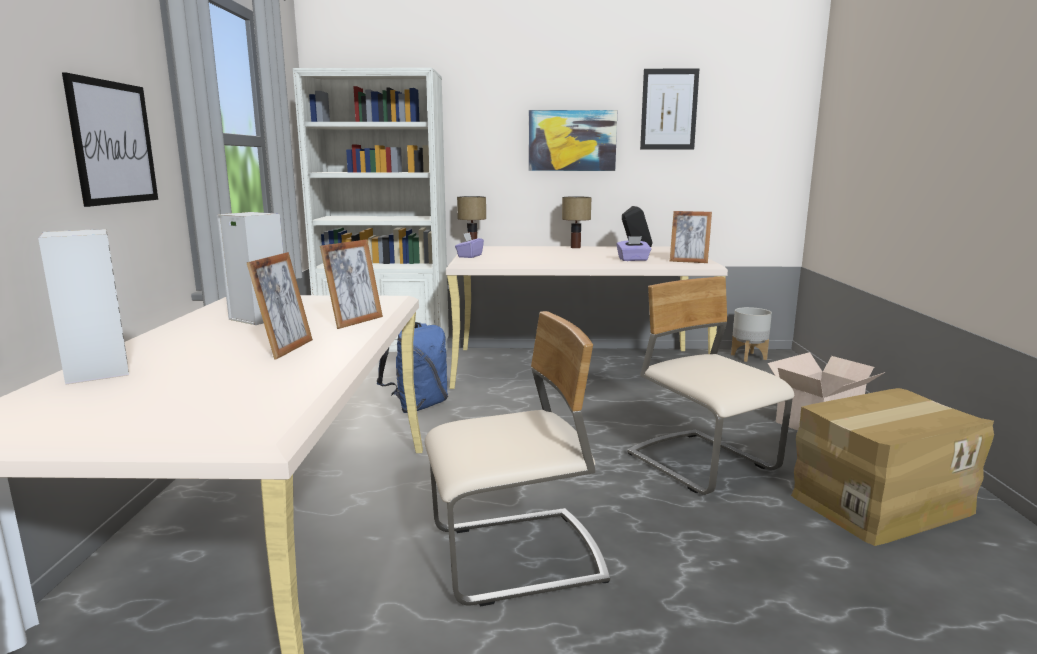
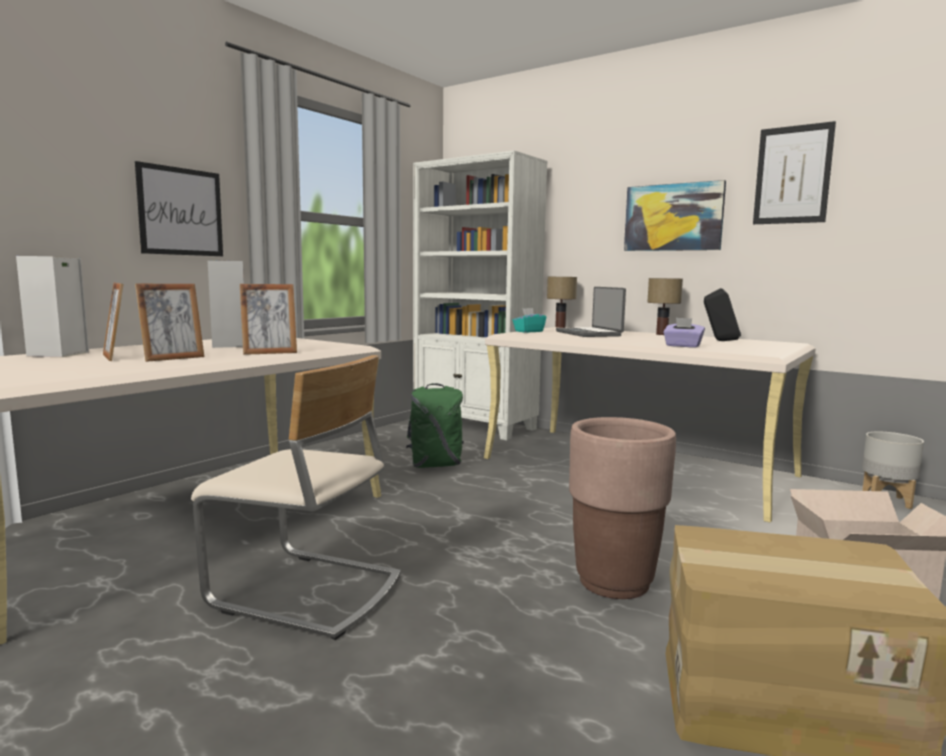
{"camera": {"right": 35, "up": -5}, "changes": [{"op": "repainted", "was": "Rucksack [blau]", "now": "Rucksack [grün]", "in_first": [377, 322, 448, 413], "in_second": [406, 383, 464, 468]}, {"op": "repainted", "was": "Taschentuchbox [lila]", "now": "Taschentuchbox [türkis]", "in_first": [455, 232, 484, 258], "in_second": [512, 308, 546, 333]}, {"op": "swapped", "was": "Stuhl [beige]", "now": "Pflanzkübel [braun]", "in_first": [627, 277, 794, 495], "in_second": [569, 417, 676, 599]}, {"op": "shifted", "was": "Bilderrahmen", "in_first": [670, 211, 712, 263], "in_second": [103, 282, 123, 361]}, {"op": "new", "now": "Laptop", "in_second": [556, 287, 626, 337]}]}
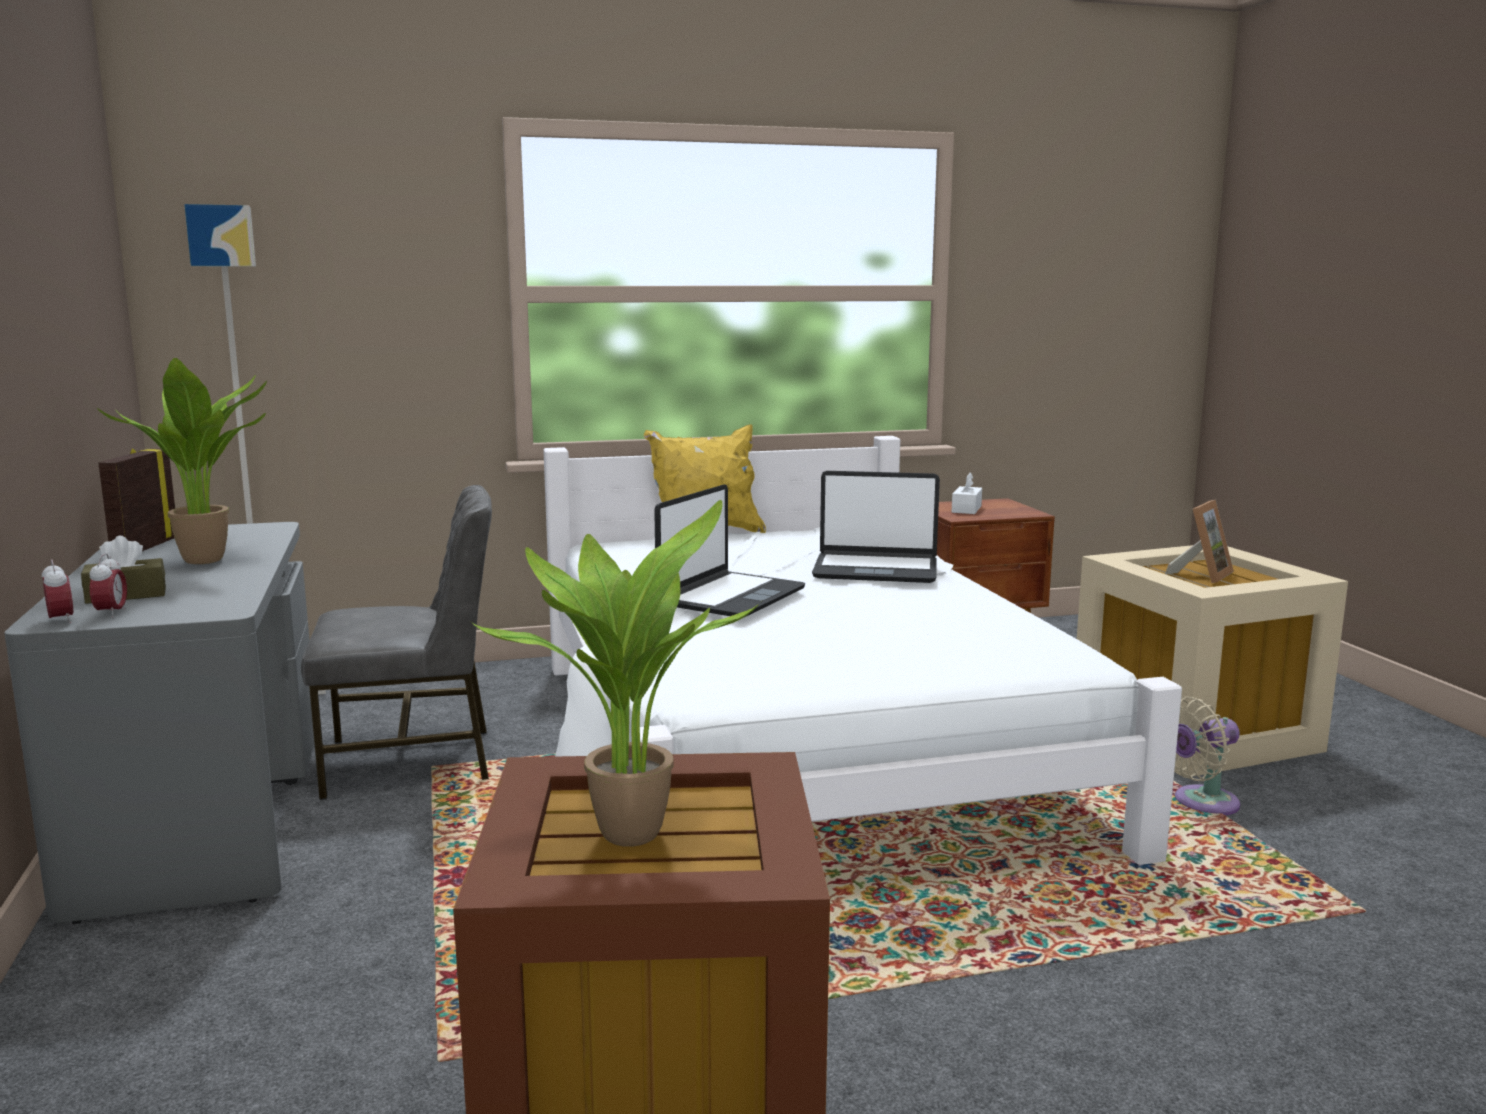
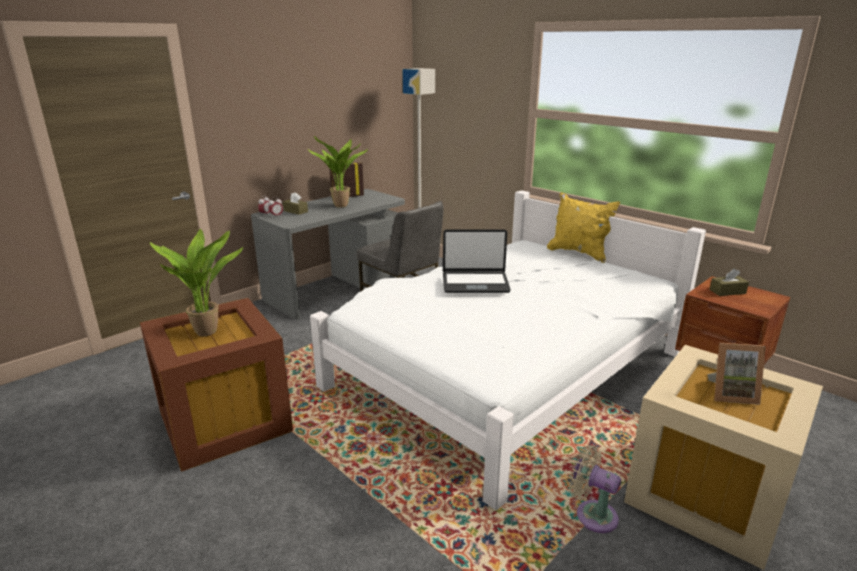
{"camera": {"right": 60, "up": 10}, "changes": [{"op": "gone", "was": "Laptop", "in_first": [812, 471, 940, 583]}, {"op": "repainted", "was": "Taschentuchbox [weiß]", "now": "Taschentuchbox [braun]", "in_first": [952, 472, 982, 514], "in_second": [710, 268, 749, 296]}]}
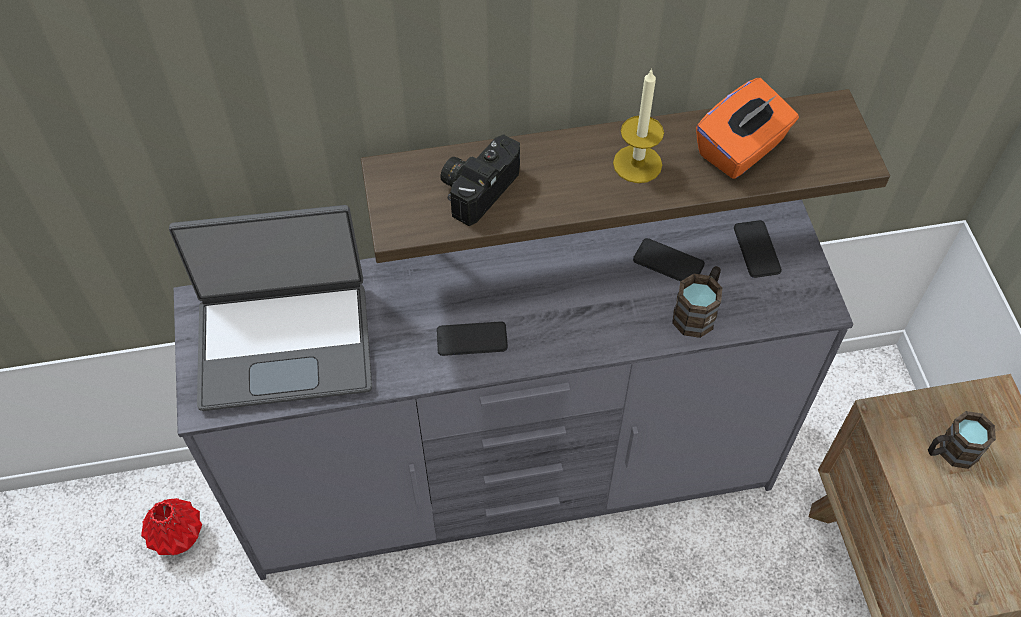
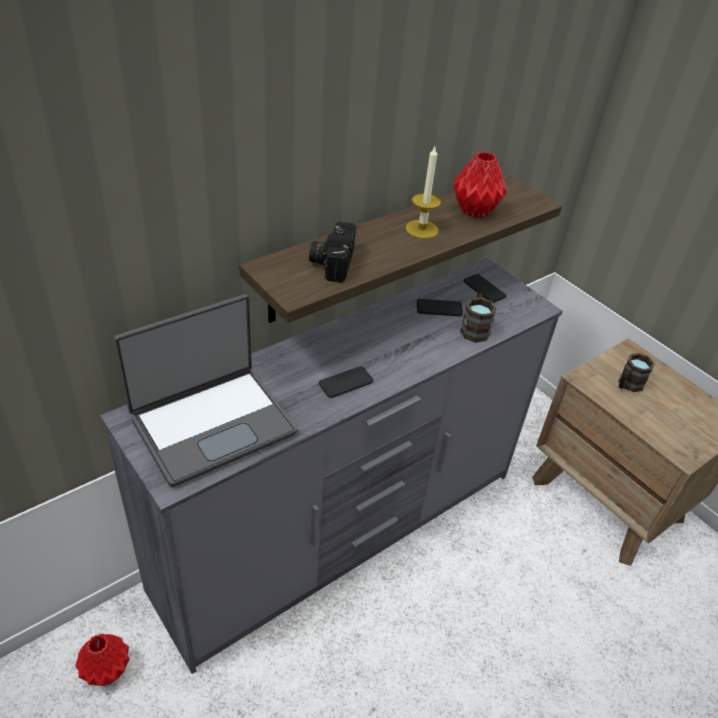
{"camera": {"right": -30, "up": -15}, "changes": [{"op": "swapped", "was": "Taschentuchbox [orange]", "now": "Vase [rot]", "in_first": [696, 78, 799, 179], "in_second": [453, 152, 507, 218]}]}
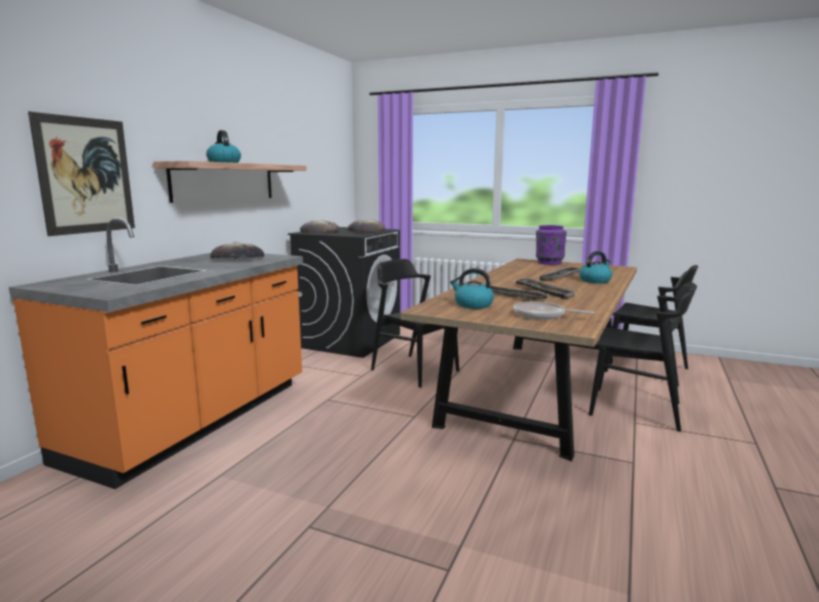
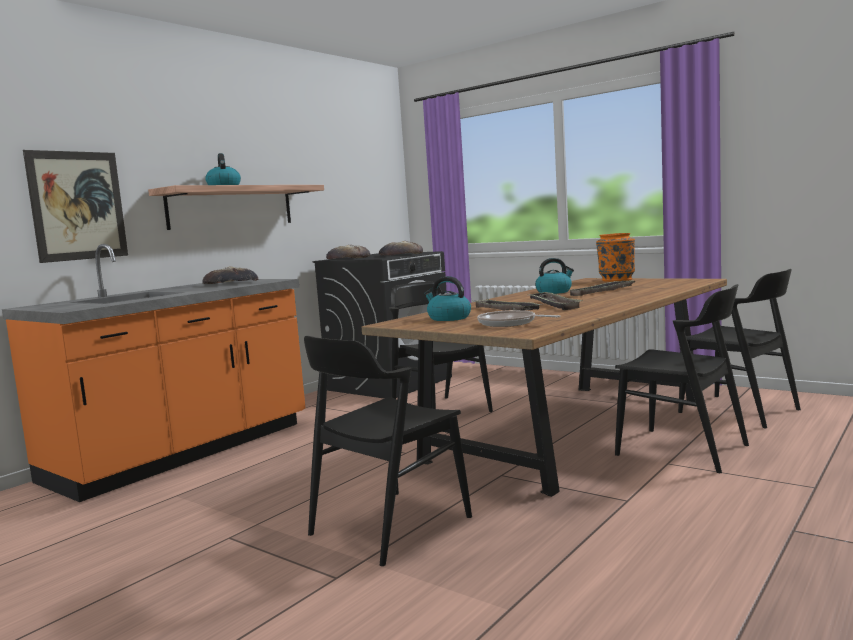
{"camera": {"right": 15, "up": -5}, "changes": [{"op": "repainted", "was": "Vase [lila]", "now": "Vase [orange]", "in_first": [536, 225, 567, 265], "in_second": [596, 233, 635, 282]}, {"op": "shifted", "was": "Wasserkessel", "in_first": [579, 251, 612, 283], "in_second": [535, 258, 574, 294]}, {"op": "new", "now": "Stuhl [schwarz]", "in_second": [304, 336, 472, 566]}]}
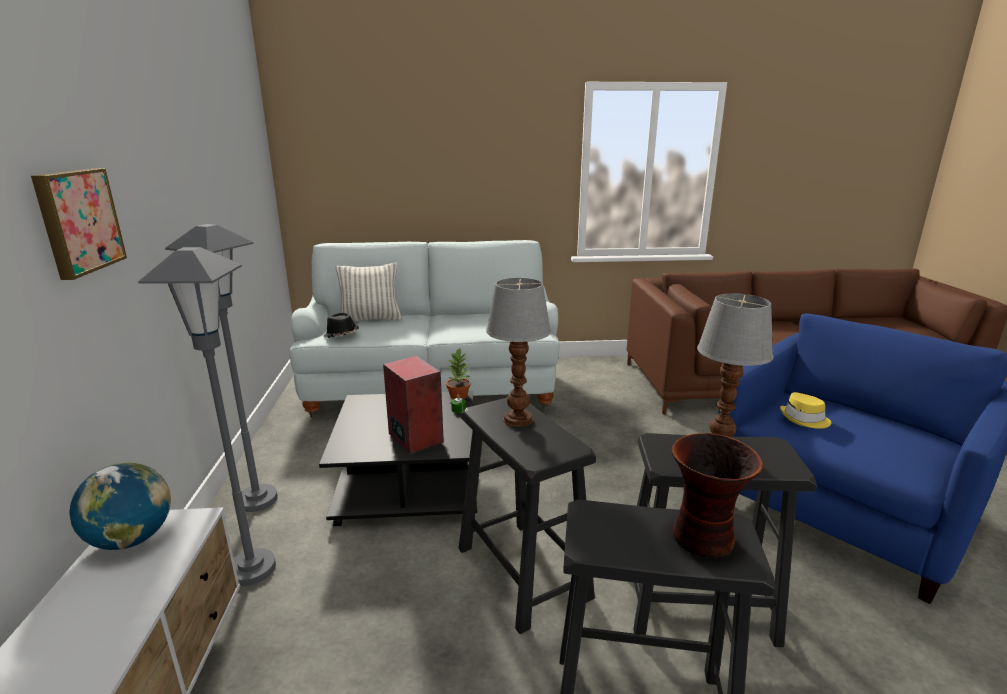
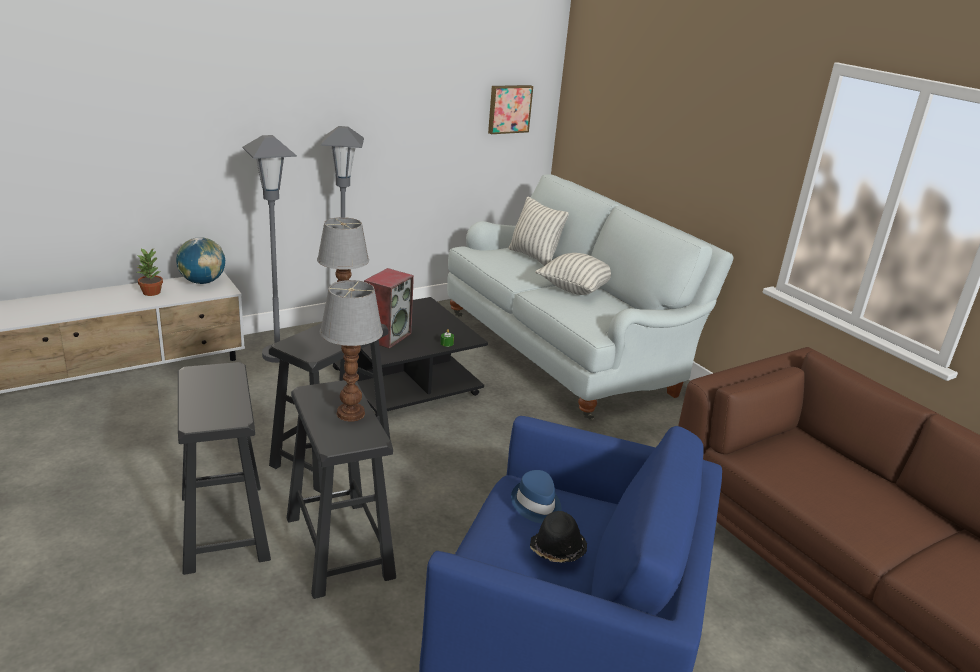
{"camera": {"right": 60, "up": 5}, "changes": [{"op": "shifted", "was": "Bild", "in_first": [31, 168, 127, 280], "in_second": [488, 85, 533, 134]}, {"op": "shifted", "was": "Hut [schwarz]", "in_first": [324, 313, 359, 338], "in_second": [530, 511, 587, 563]}, {"op": "shifted", "was": "Topfpflanze", "in_first": [446, 349, 471, 399], "in_second": [137, 248, 163, 296]}, {"op": "gone", "was": "Vase", "in_first": [671, 433, 763, 558]}, {"op": "repainted", "was": "Hut [gelb]", "now": "Hut [blau]", "in_first": [780, 392, 831, 429], "in_second": [511, 470, 562, 524]}, {"op": "new", "now": "Kissen", "in_second": [535, 253, 611, 295]}]}
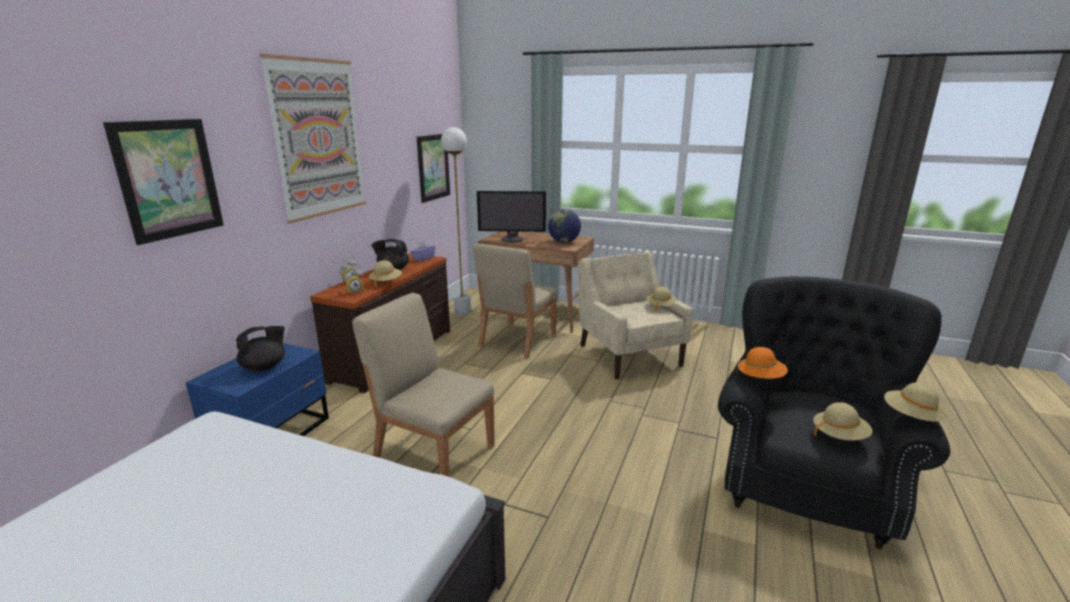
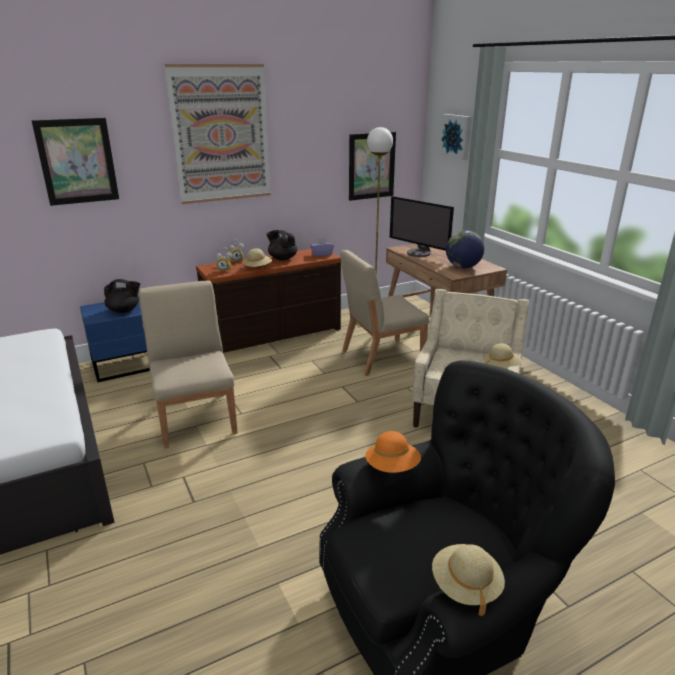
{"camera": {"right": 40, "up": 5}, "changes": [{"op": "gone", "was": "Hut [beige]", "in_first": [813, 402, 873, 440]}, {"op": "new", "now": "Bild", "in_second": [439, 114, 471, 160]}]}
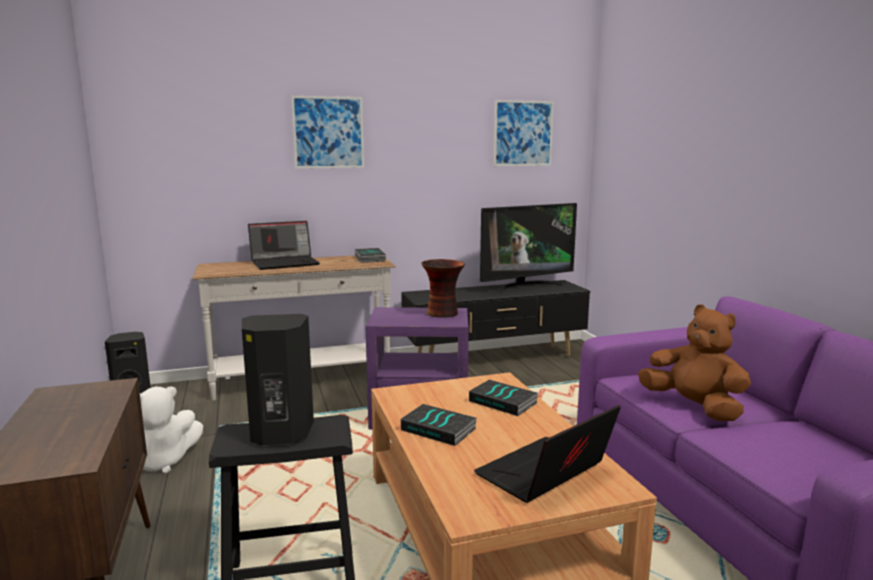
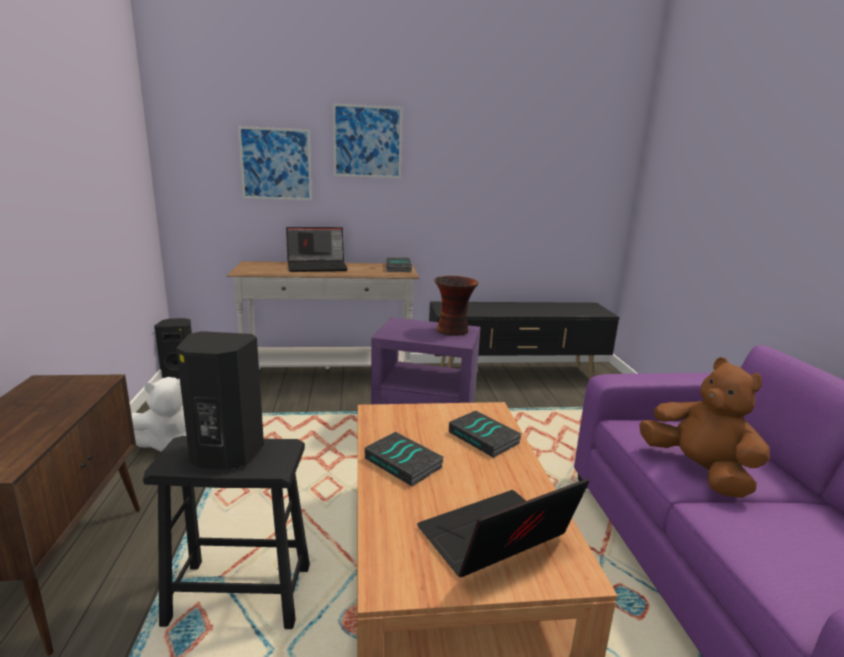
{"camera": {"right": 10, "up": 5}, "changes": [{"op": "gone", "was": "Fernseher", "in_first": [480, 203, 577, 293]}, {"op": "shifted", "was": "Bild", "in_first": [493, 100, 554, 166], "in_second": [238, 126, 312, 200]}]}
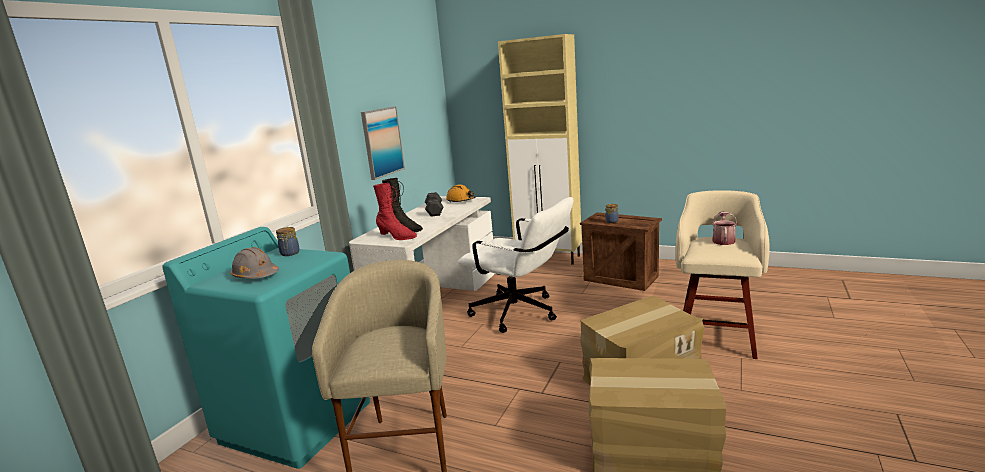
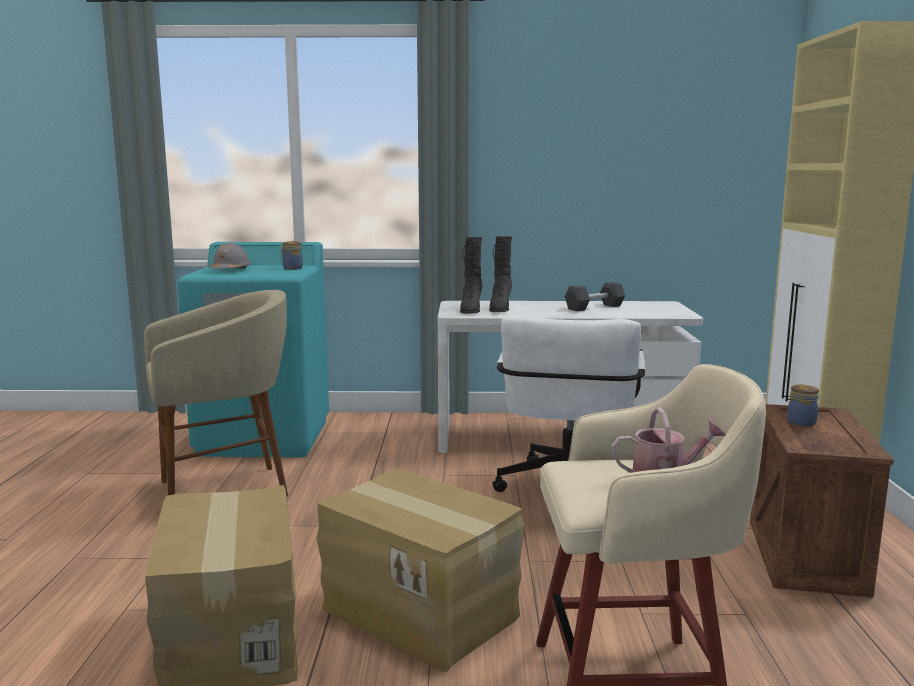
{"camera": {"right": 65, "up": -5}, "changes": [{"op": "gone", "was": "Bild", "in_first": [361, 106, 405, 180]}, {"op": "repainted", "was": "Stiefel [rot]", "now": "Stiefel [schwarz]", "in_first": [373, 183, 417, 240], "in_second": [460, 237, 482, 314]}, {"op": "gone", "was": "Schutzhelm [orange]", "in_first": [446, 184, 476, 203]}]}
